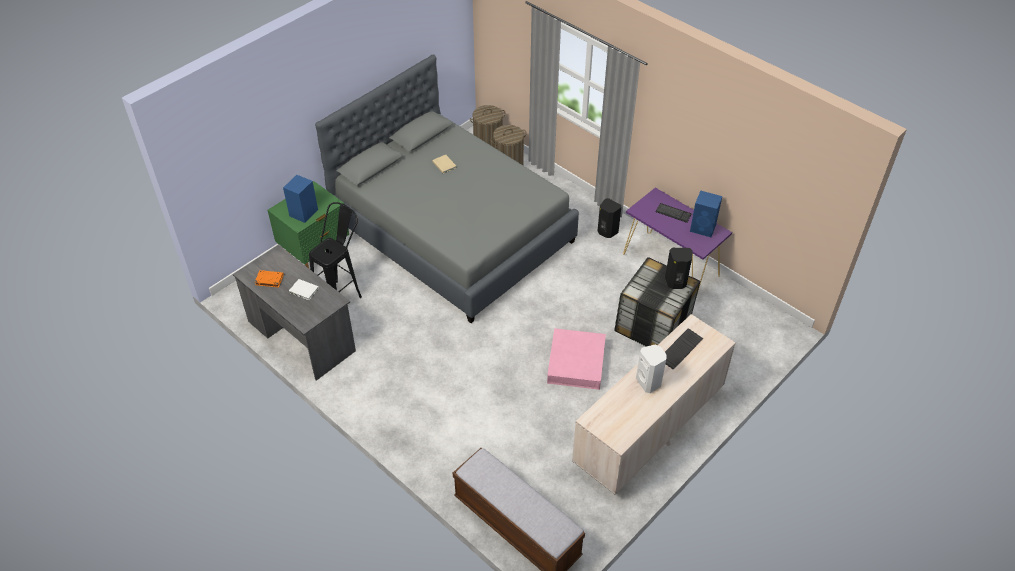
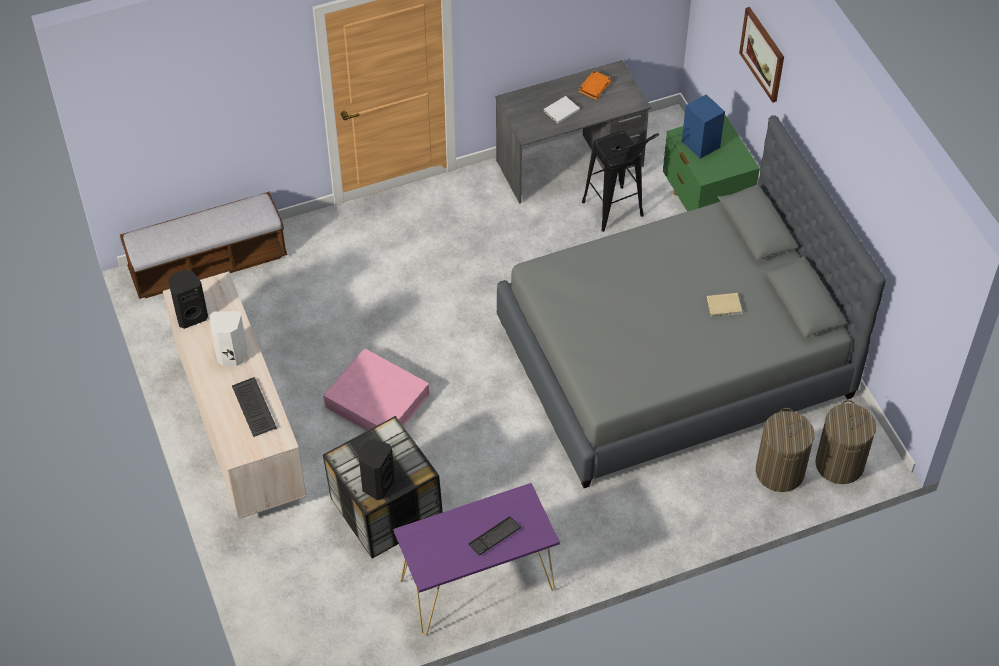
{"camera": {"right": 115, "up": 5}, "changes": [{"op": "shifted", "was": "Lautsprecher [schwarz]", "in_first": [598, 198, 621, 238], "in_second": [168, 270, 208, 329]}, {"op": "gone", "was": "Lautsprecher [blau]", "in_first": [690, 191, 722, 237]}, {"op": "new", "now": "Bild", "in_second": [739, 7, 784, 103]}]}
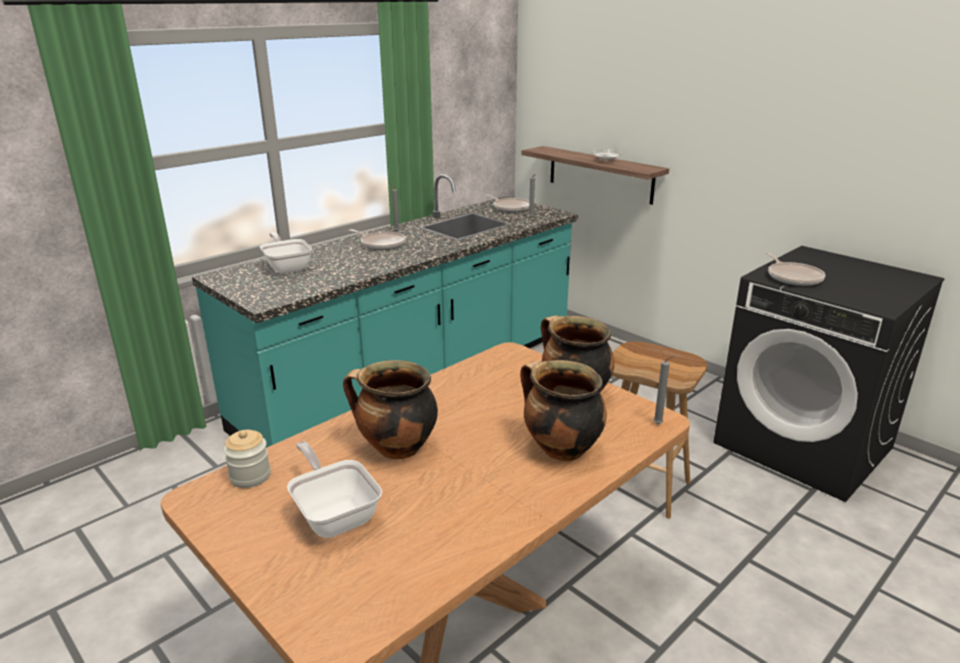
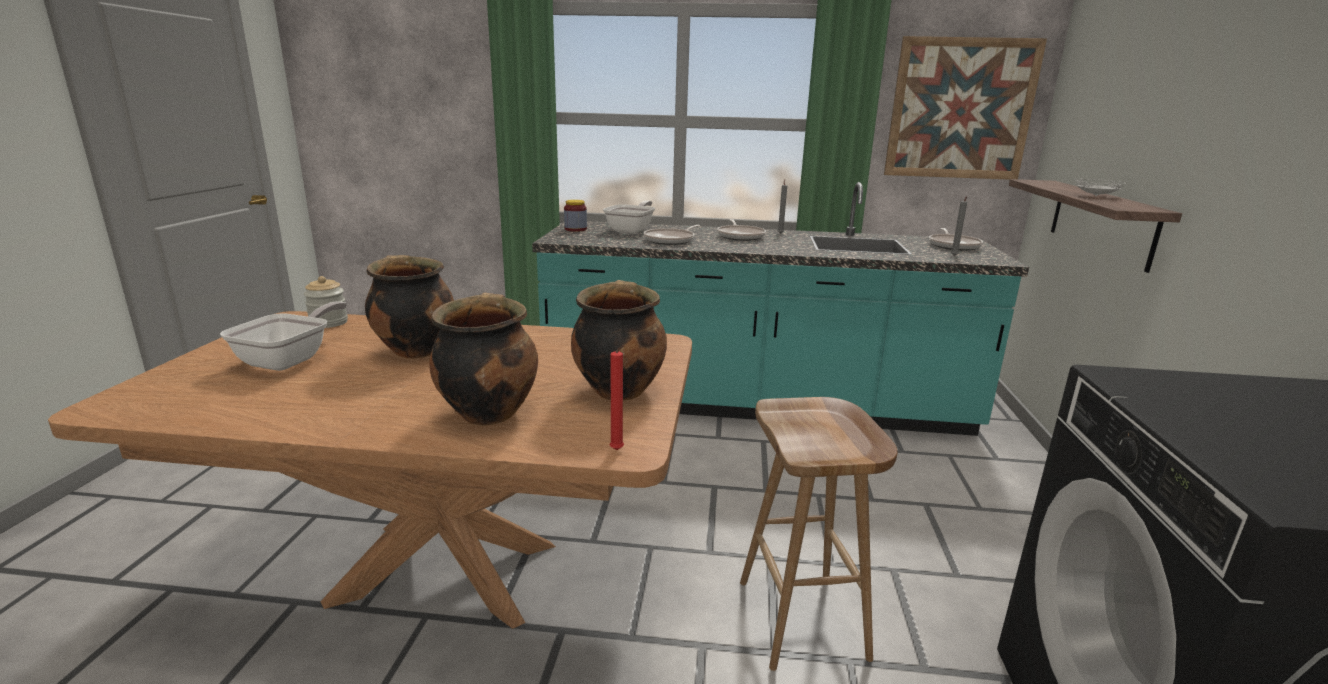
{"camera": {"right": 50, "up": -5}, "changes": [{"op": "repainted", "was": "Kerze [grau]", "now": "Kerze [rot]", "in_first": [653, 356, 674, 424], "in_second": [610, 345, 624, 450]}, {"op": "shifted", "was": "Pfanne", "in_first": [765, 252, 825, 286], "in_second": [644, 225, 700, 245]}, {"op": "new", "now": "Vorratsglas", "in_second": [564, 200, 587, 232]}, {"op": "new", "now": "Bild", "in_second": [884, 36, 1047, 180]}]}
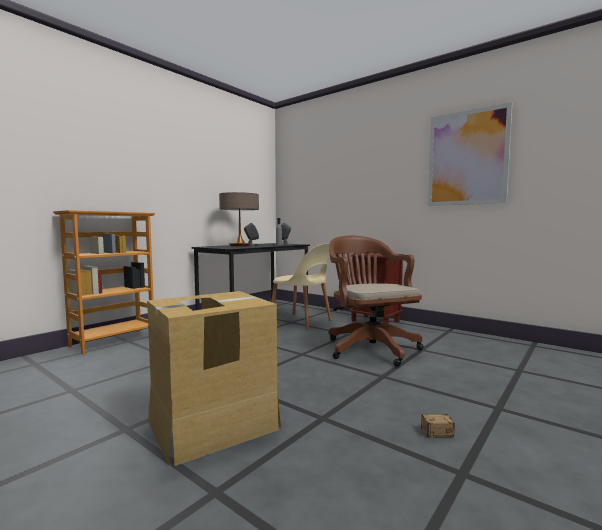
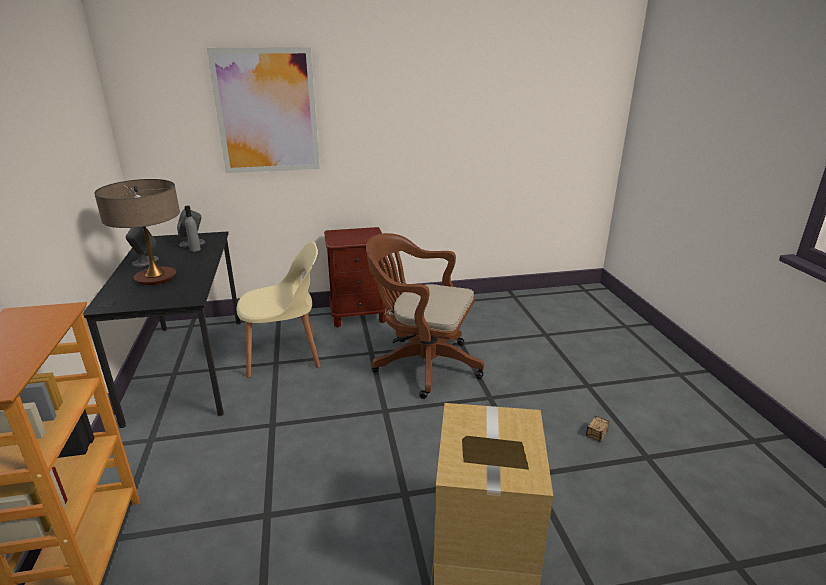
{"camera": {"right": -50, "up": 20}, "changes": [{"op": "shifted", "was": "Bild", "in_first": [428, 102, 513, 206], "in_second": [207, 47, 320, 173]}]}
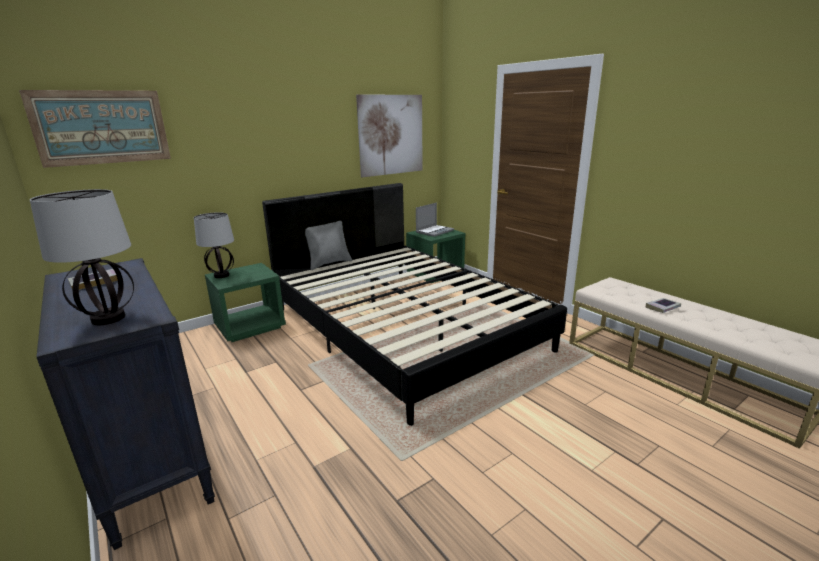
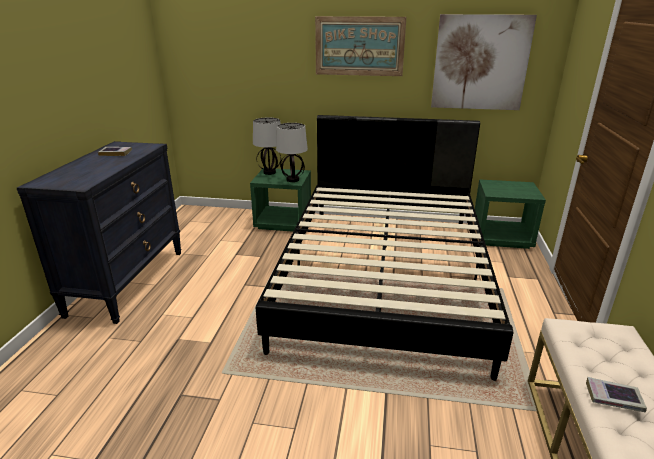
{"camera": {"right": 45, "up": 5}, "changes": [{"op": "shifted", "was": "Bild", "in_first": [19, 90, 171, 168], "in_second": [315, 16, 406, 76]}, {"op": "shifted", "was": "Tischlampe", "in_first": [30, 189, 134, 325], "in_second": [276, 123, 308, 182]}, {"op": "gone", "was": "Kissen [grau]", "in_first": [305, 221, 353, 270]}, {"op": "gone", "was": "Laptop", "in_first": [416, 202, 454, 237]}]}
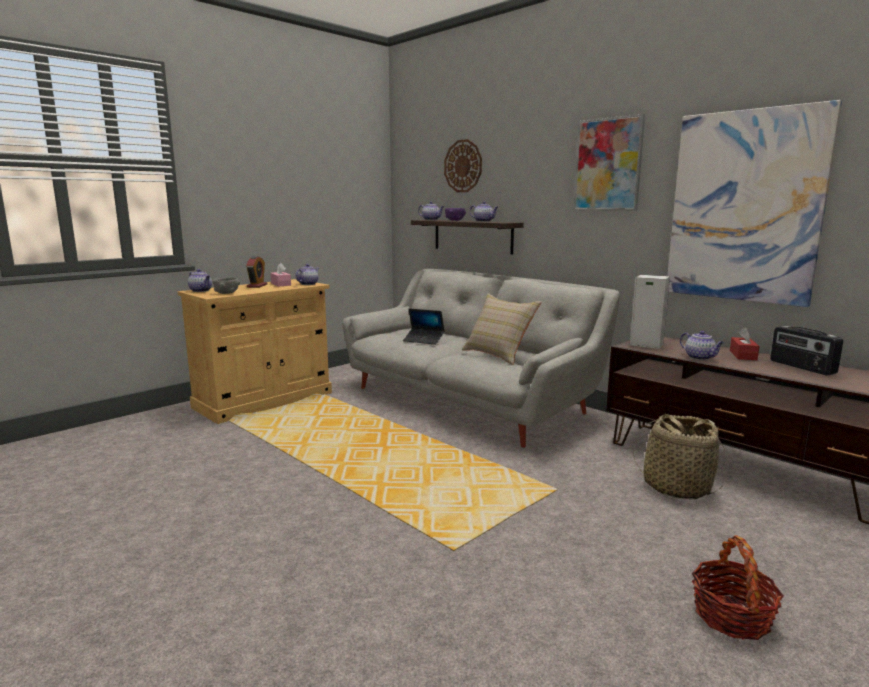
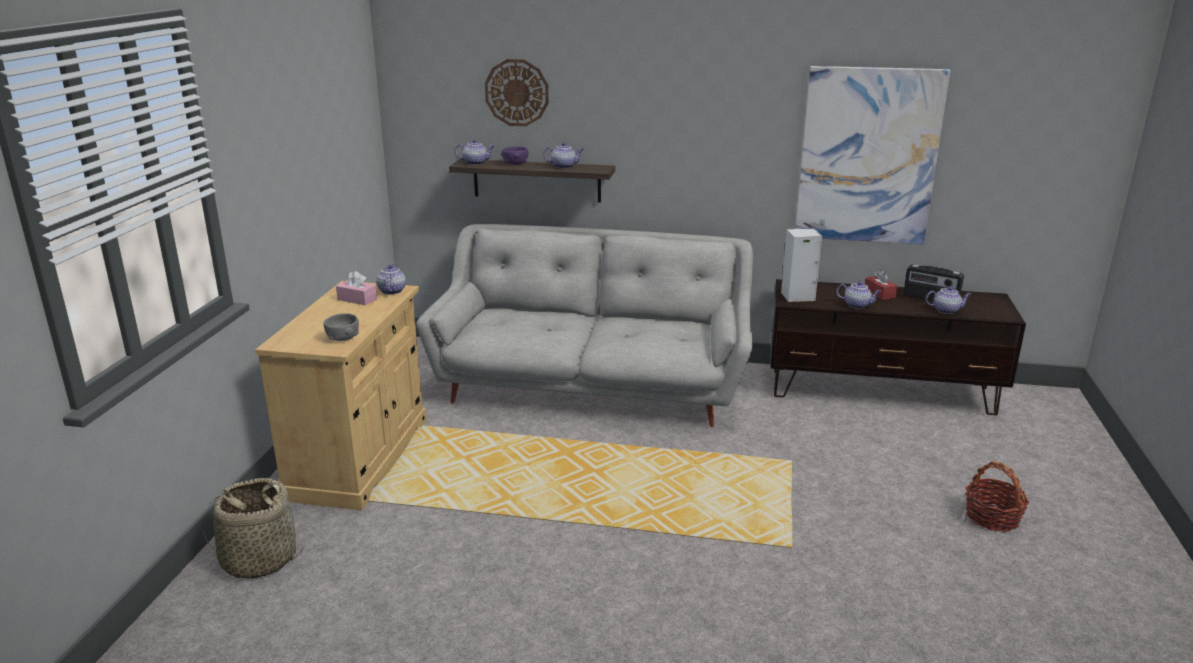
{"camera": {"right": -35, "up": 10}, "changes": [{"op": "shifted", "was": "Teekanne", "in_first": [188, 269, 212, 292], "in_second": [926, 286, 971, 314]}, {"op": "gone", "was": "Wecker", "in_first": [246, 256, 268, 288]}, {"op": "gone", "was": "Laptop", "in_first": [403, 309, 445, 345]}, {"op": "gone", "was": "Kissen [beige]", "in_first": [462, 293, 542, 365]}, {"op": "gone", "was": "Bild", "in_first": [574, 114, 645, 211]}, {"op": "shifted", "was": "Korb", "in_first": [633, 414, 725, 499], "in_second": [202, 478, 303, 579]}]}
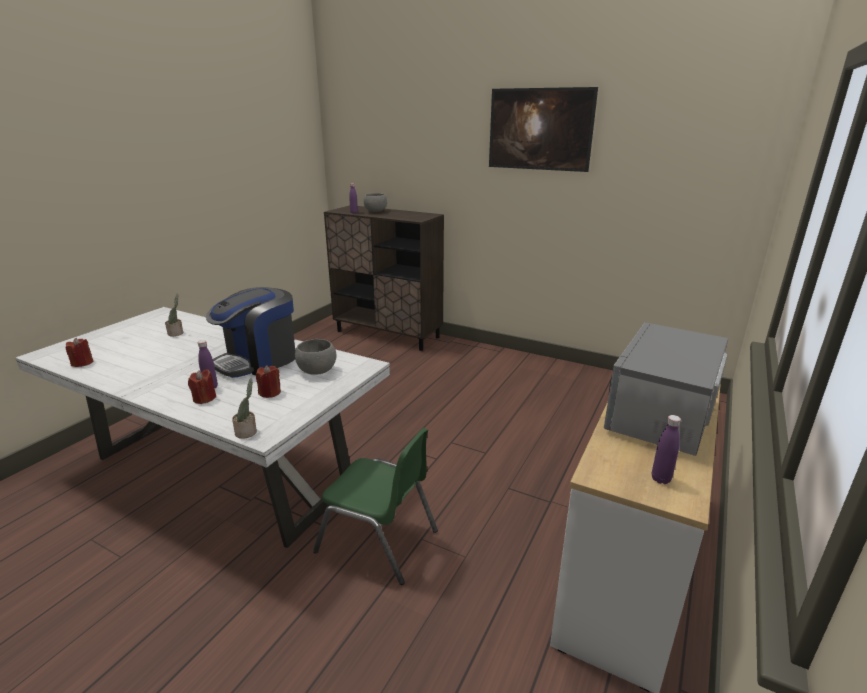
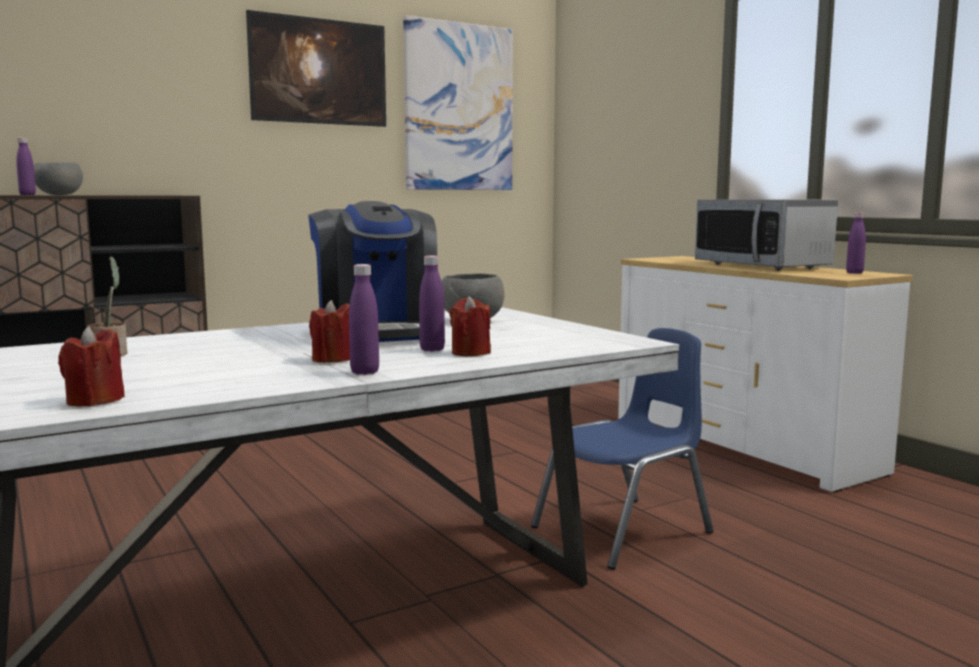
{"camera": {"right": -60, "up": -15}, "changes": [{"op": "gone", "was": "Topfpflanze", "in_first": [232, 378, 257, 439]}, {"op": "shifted", "was": "Kerze [rot]", "in_first": [256, 365, 281, 398], "in_second": [309, 300, 350, 363]}, {"op": "repainted", "was": "Stuhl [grün]", "now": "Stuhl [blau]", "in_first": [313, 428, 438, 585], "in_second": [531, 328, 714, 570]}, {"op": "new", "now": "Flasche [lila]", "in_second": [349, 264, 379, 375]}, {"op": "new", "now": "Bild", "in_second": [403, 15, 513, 190]}]}
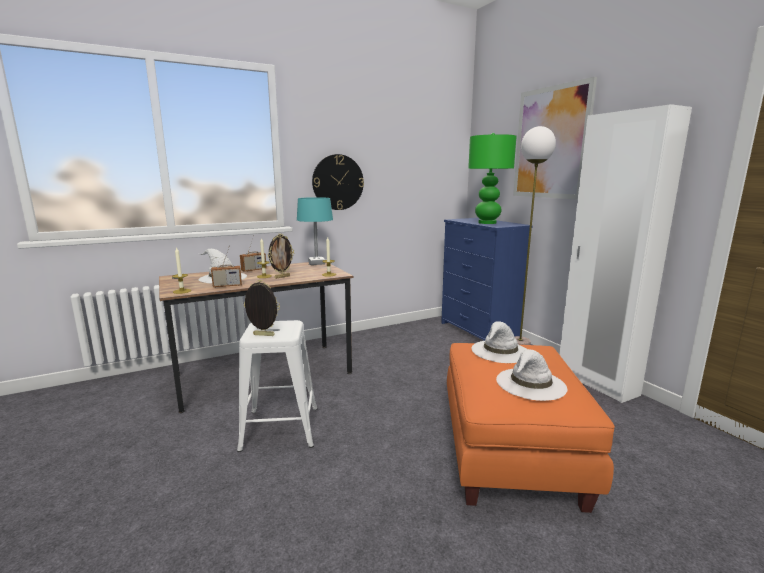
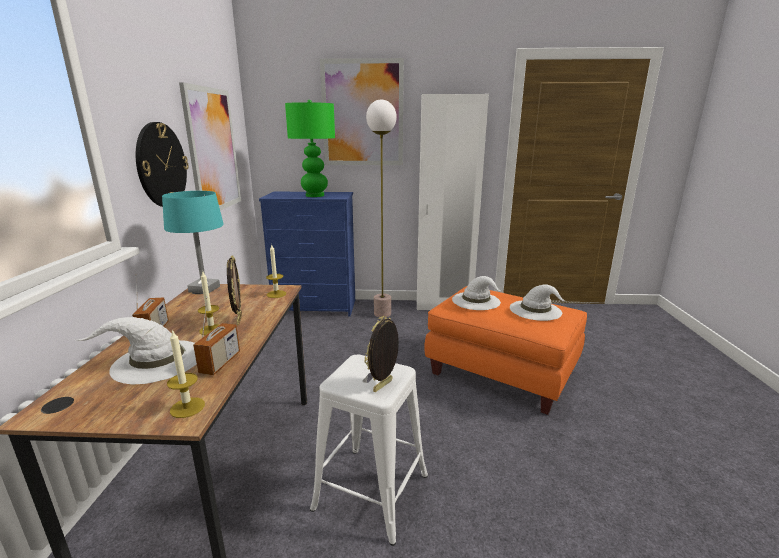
{"camera": {"right": -60, "up": 5}, "changes": [{"op": "new", "now": "Bild", "in_second": [179, 82, 241, 210]}]}
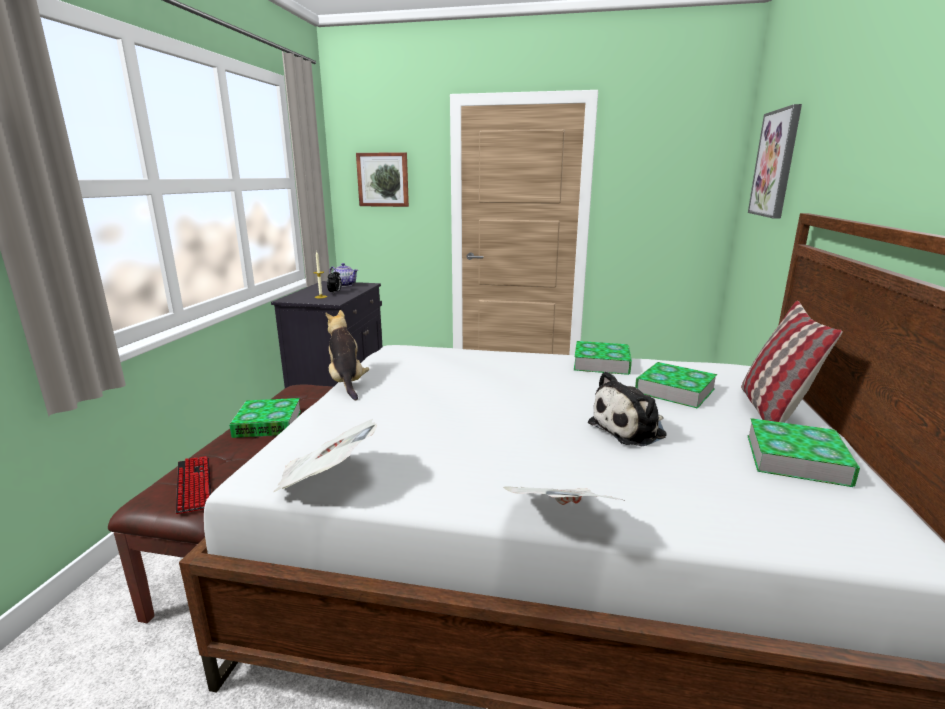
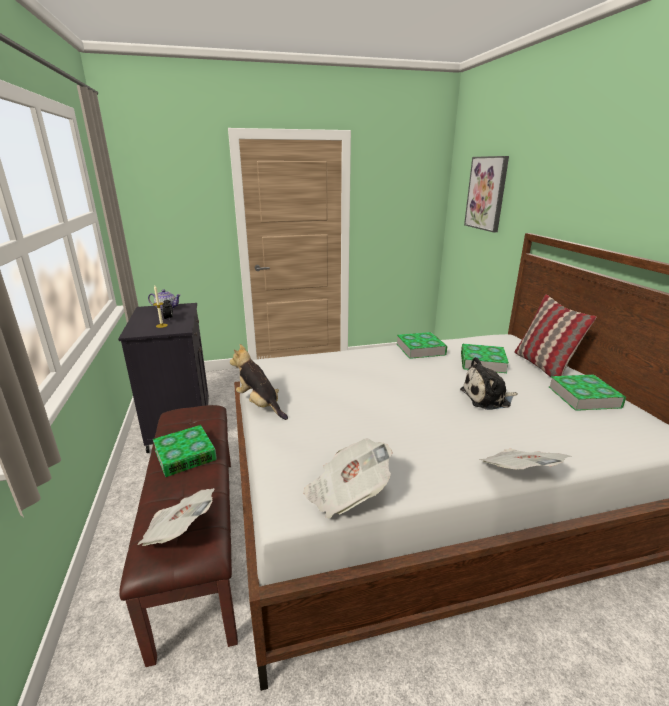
{"camera": {"right": -25, "up": 5}, "changes": [{"op": "swapped", "was": "Tastatur", "now": "Zeitung", "in_first": [176, 456, 211, 514], "in_second": [138, 488, 215, 546]}, {"op": "gone", "was": "Bild", "in_first": [356, 152, 409, 207]}, {"op": "rotated", "was": "Plüschtier", "in_first": [588, 371, 667, 447], "in_second": [460, 357, 518, 410], "clockwise": 45}]}
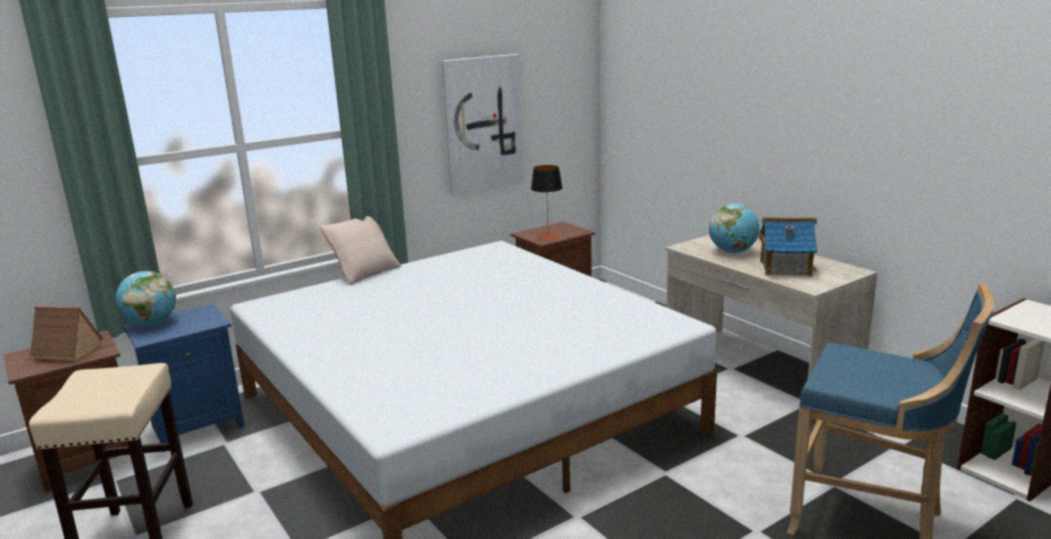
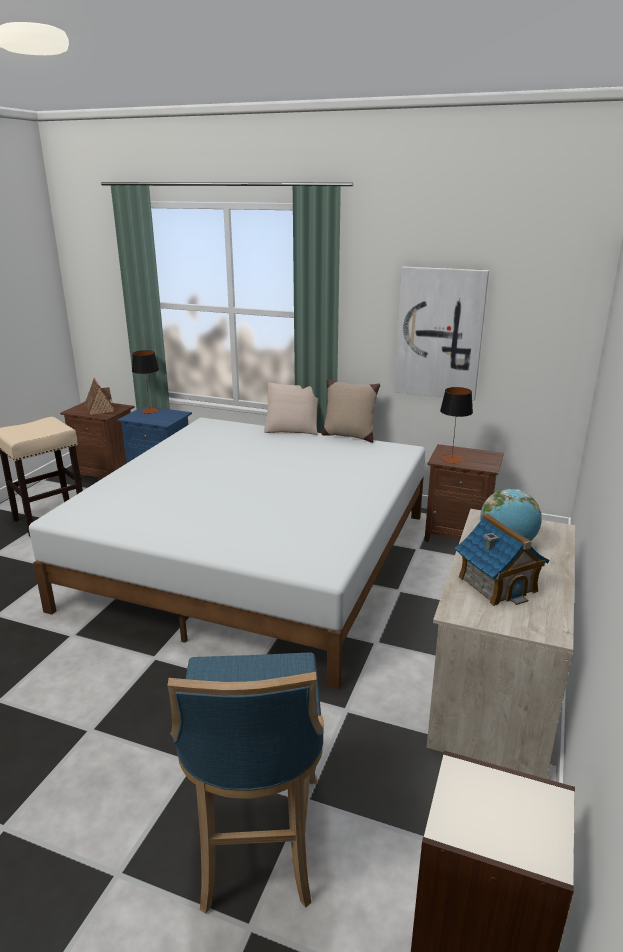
{"camera": {"right": 55, "up": 5}, "changes": [{"op": "swapped", "was": "Globus", "now": "Tischlampe", "in_first": [115, 271, 176, 326], "in_second": [132, 350, 159, 413]}, {"op": "new", "now": "Kissen [beige]", "in_second": [321, 379, 380, 443]}]}
